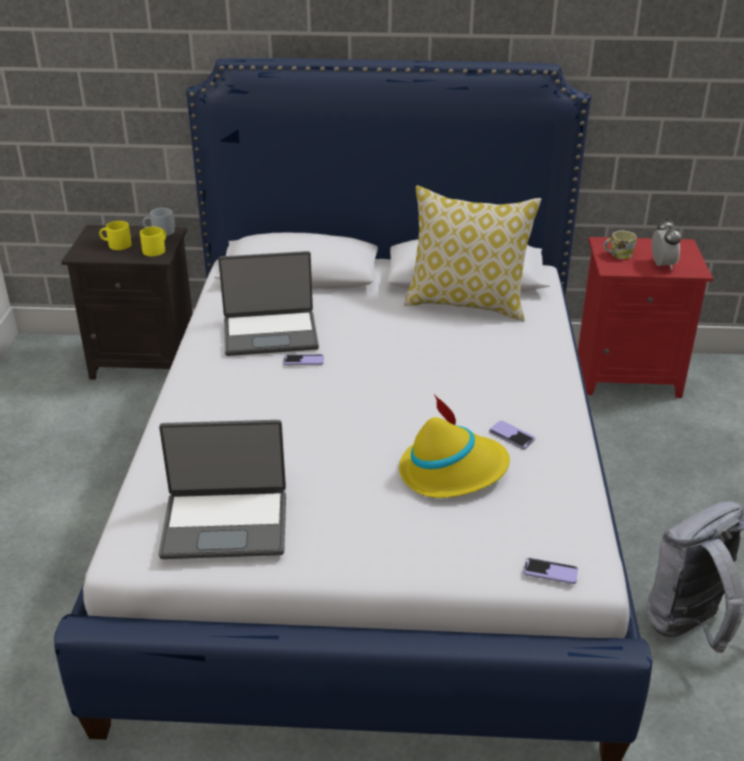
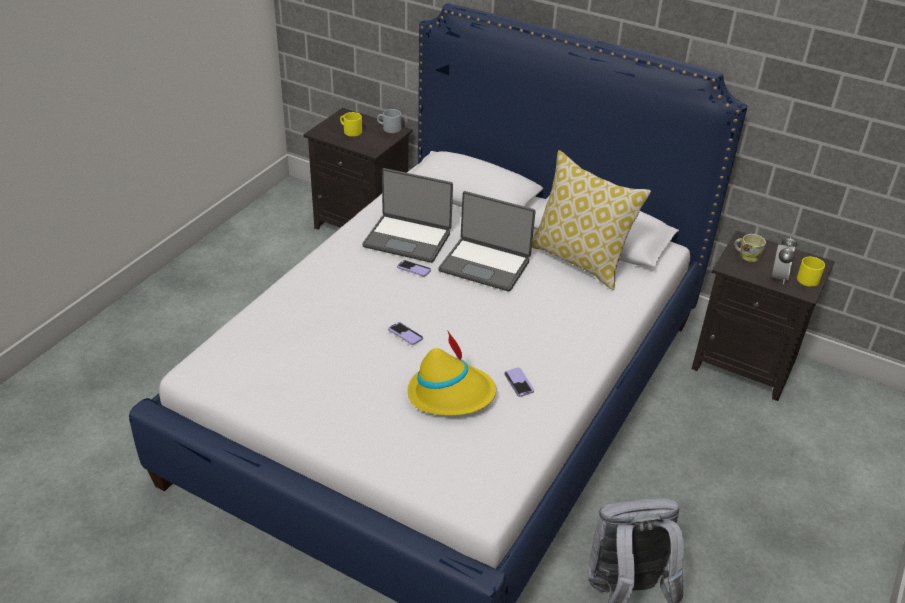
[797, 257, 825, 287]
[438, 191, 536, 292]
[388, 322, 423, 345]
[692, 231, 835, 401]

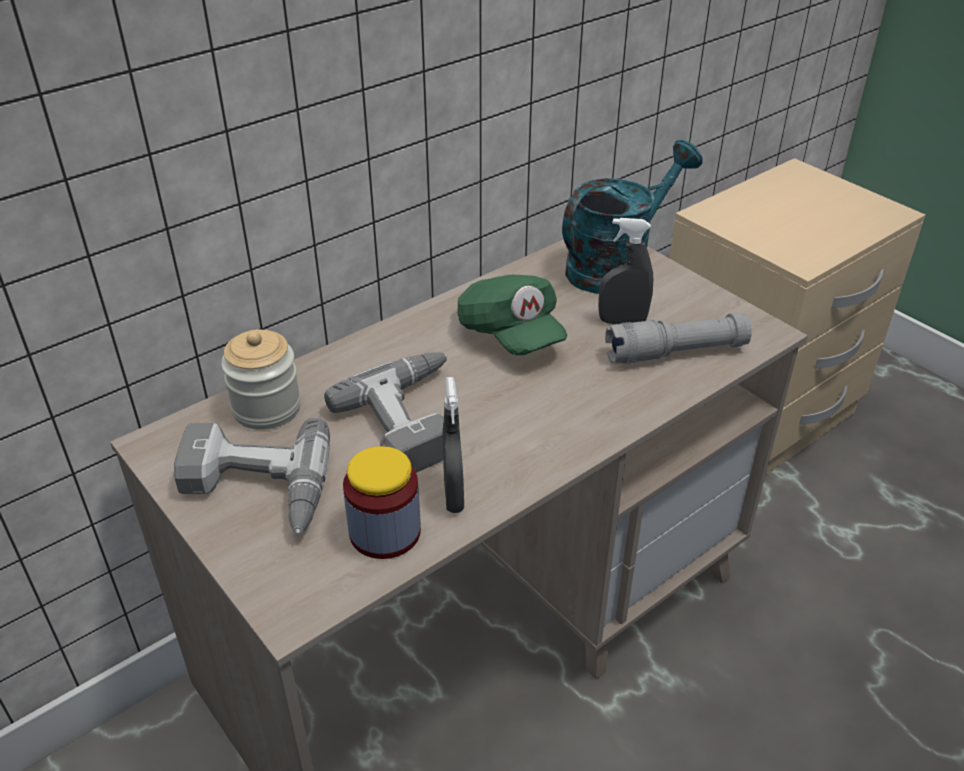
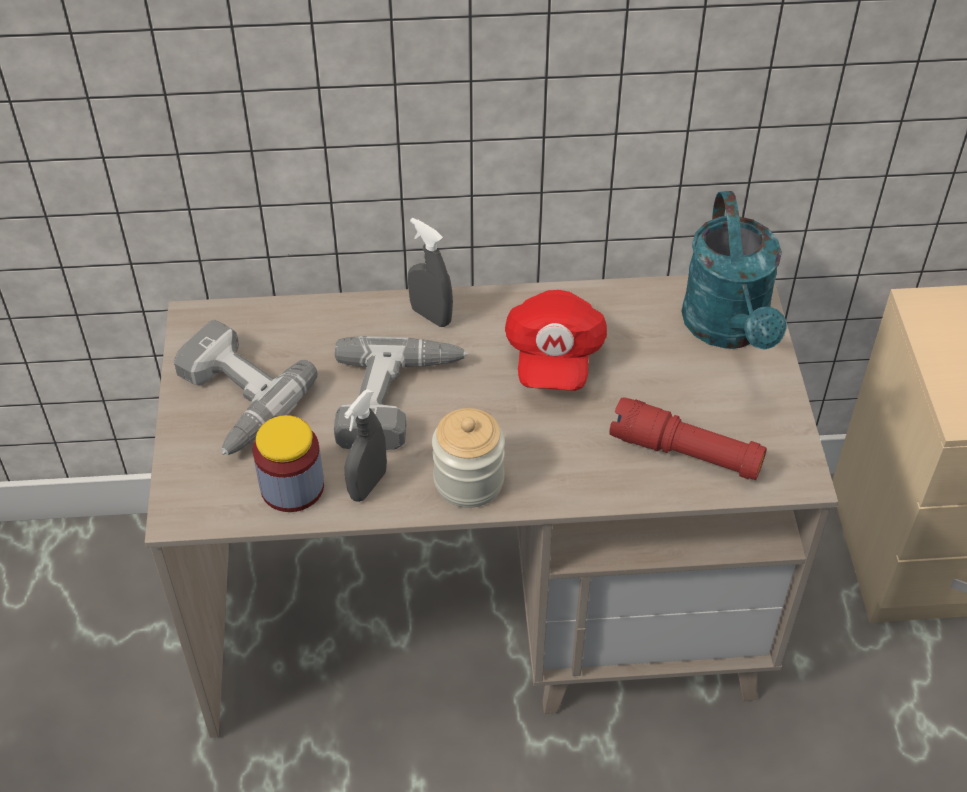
[432, 408, 505, 508]
[408, 217, 453, 327]
[505, 290, 607, 391]
[609, 397, 767, 480]
[681, 191, 787, 350]

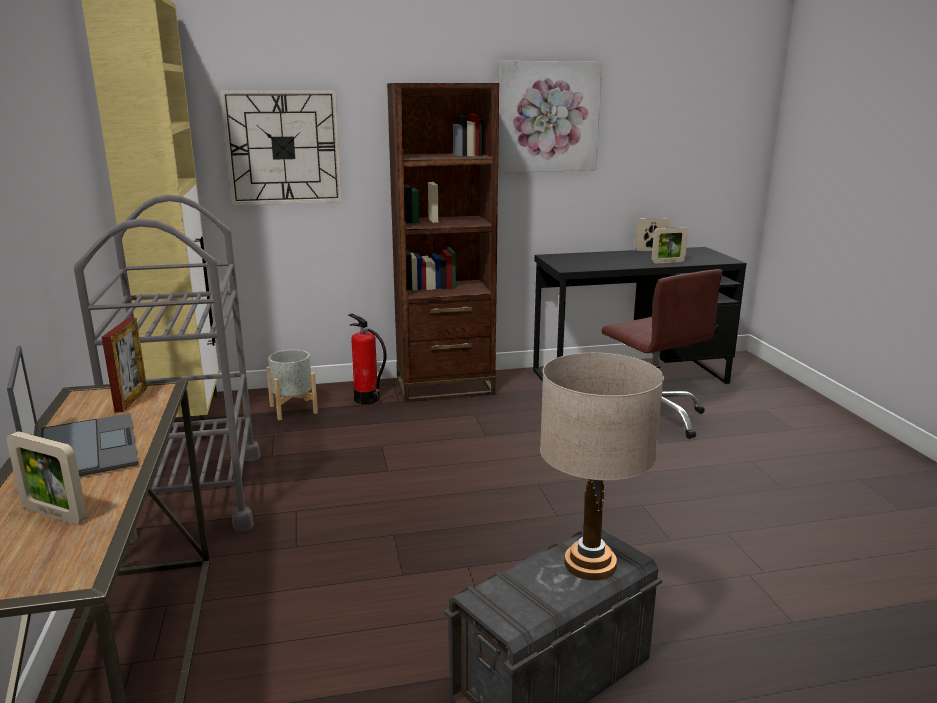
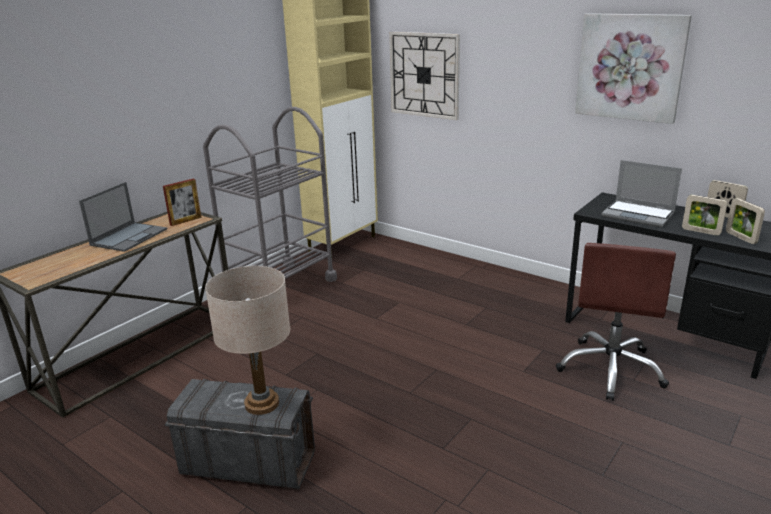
[266, 350, 318, 420] (first image)
[348, 314, 387, 405] (first image)
[387, 83, 499, 402] (first image)
[602, 160, 682, 227]
[726, 198, 765, 244]

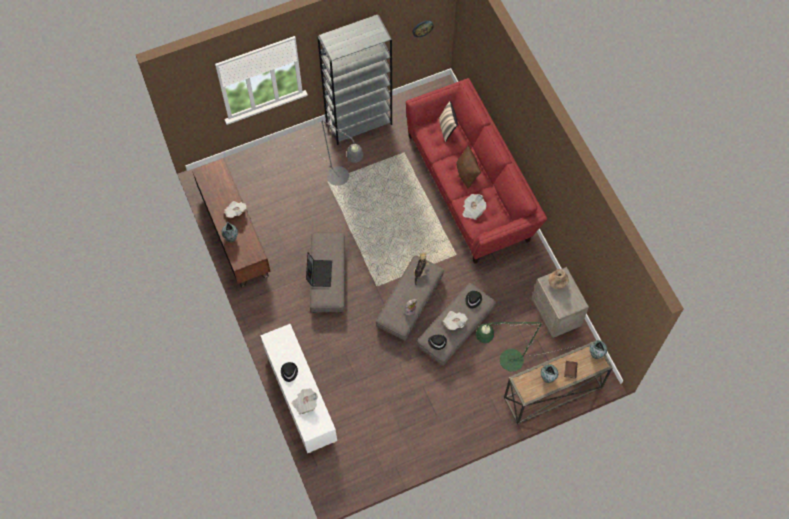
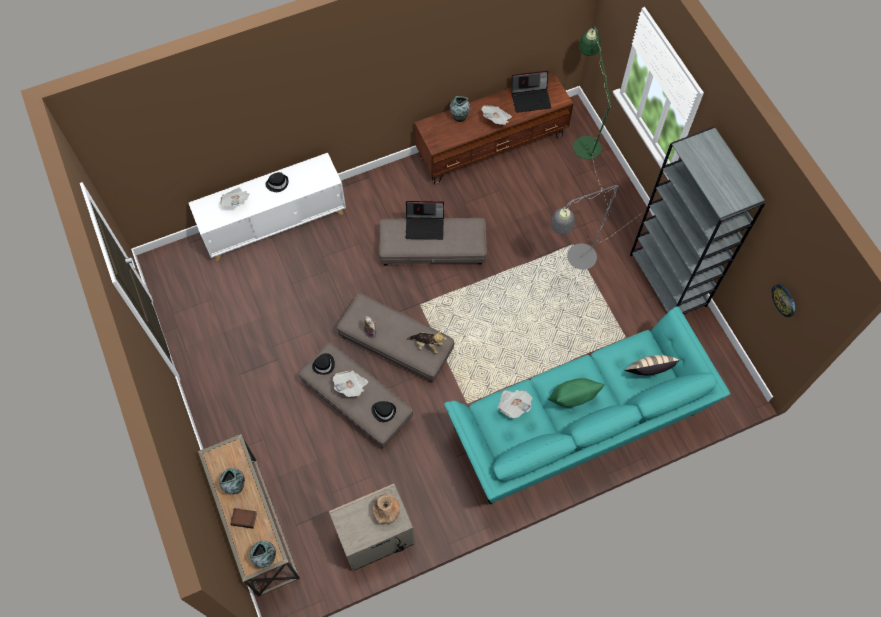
[511, 71, 551, 113]
[573, 26, 611, 211]
[444, 306, 730, 504]
[548, 378, 605, 407]

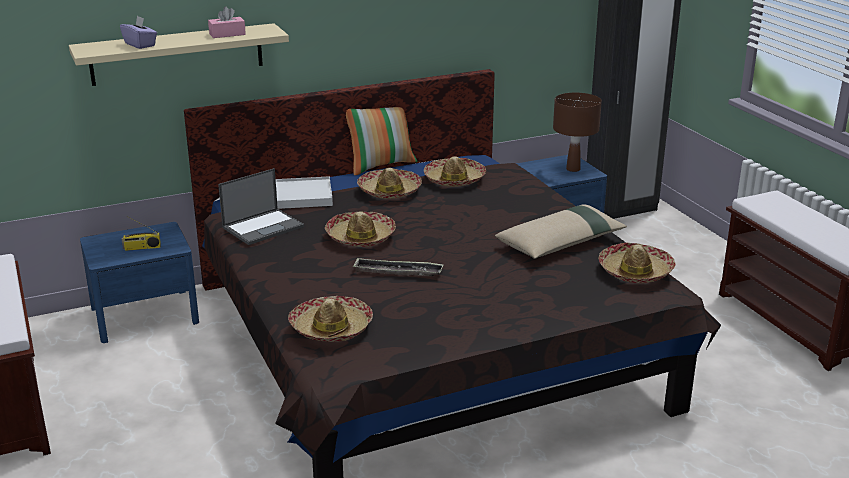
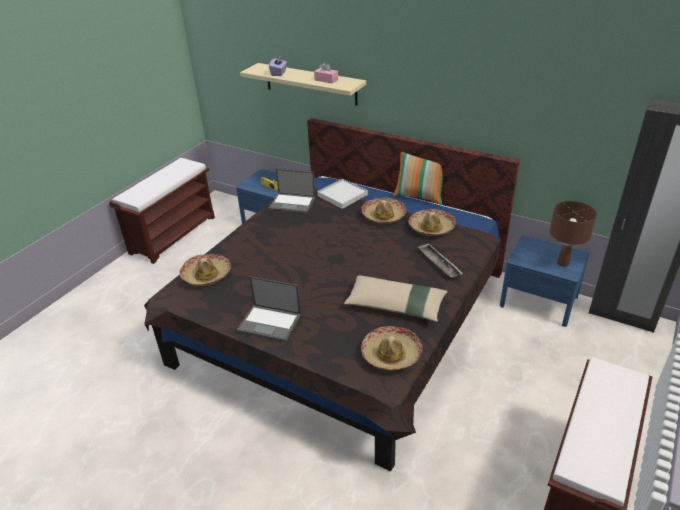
[325, 211, 396, 247] (first image)
[237, 277, 301, 342]
[418, 244, 463, 278]

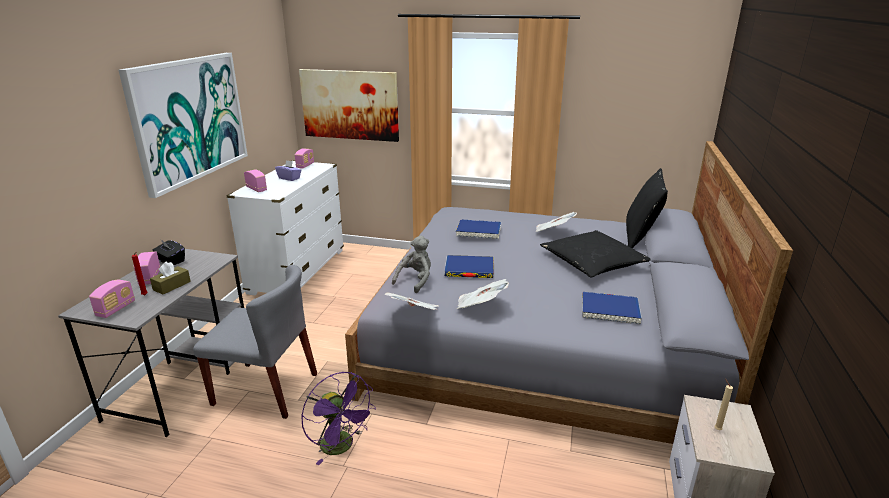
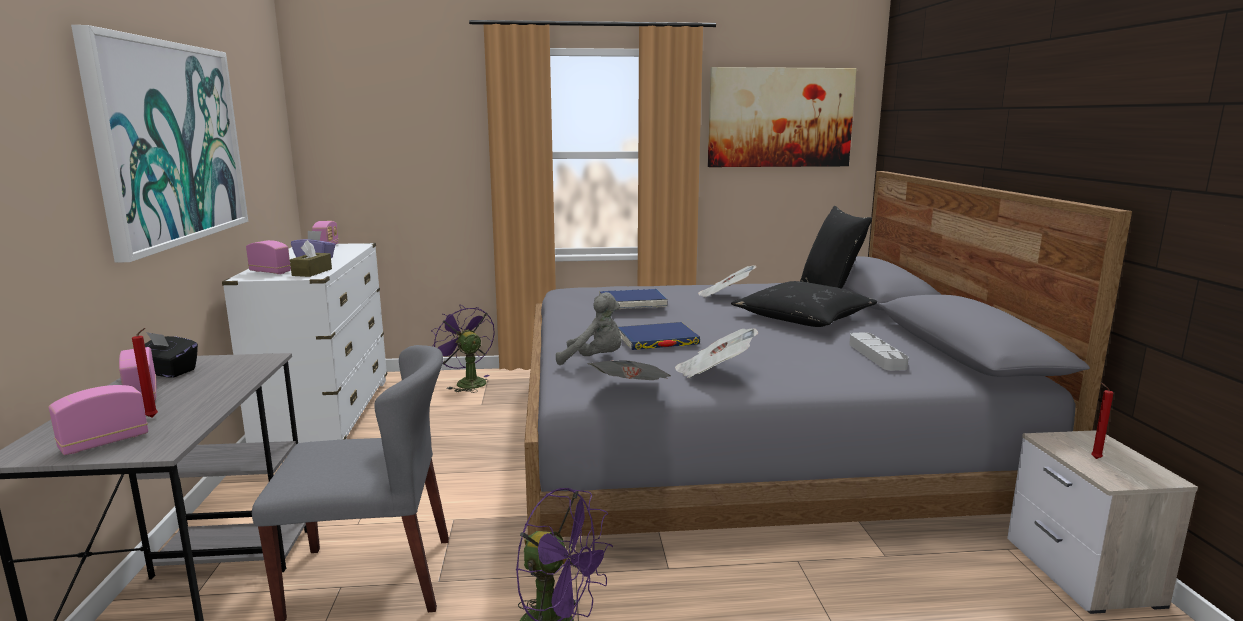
[431, 305, 495, 393]
[290, 240, 332, 277]
[708, 67, 857, 167]
[849, 332, 909, 371]
[1091, 382, 1113, 459]
[49, 385, 148, 455]
[556, 292, 622, 365]

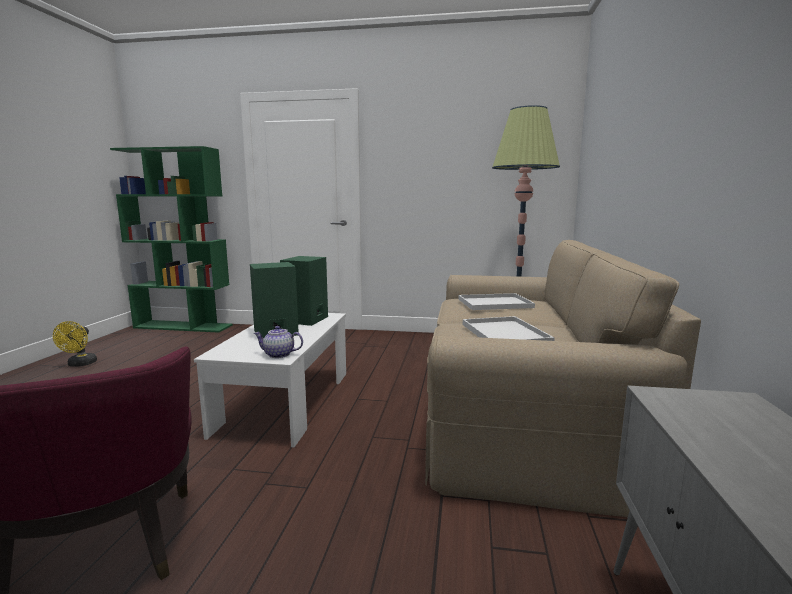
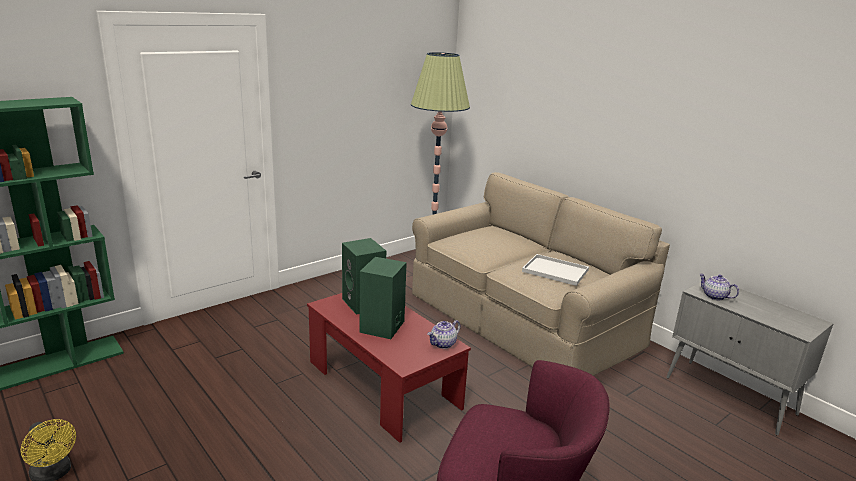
[458, 293, 535, 310] (first image)
[699, 273, 739, 300]
[307, 293, 471, 443]

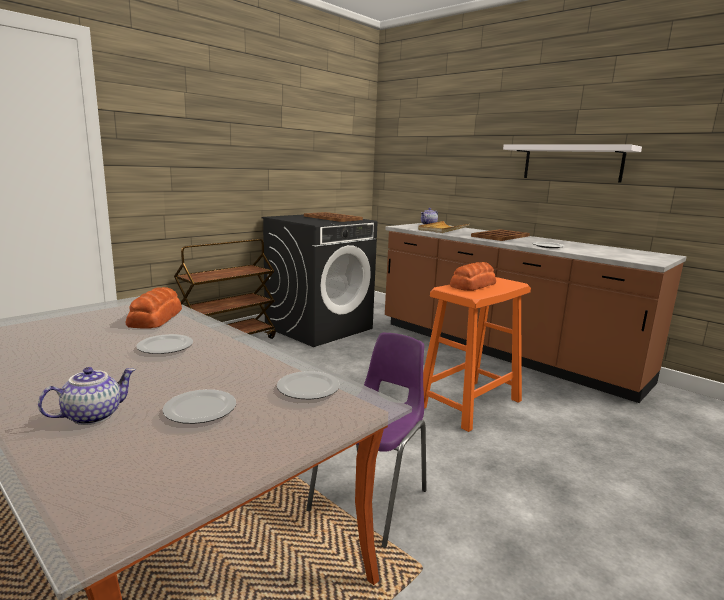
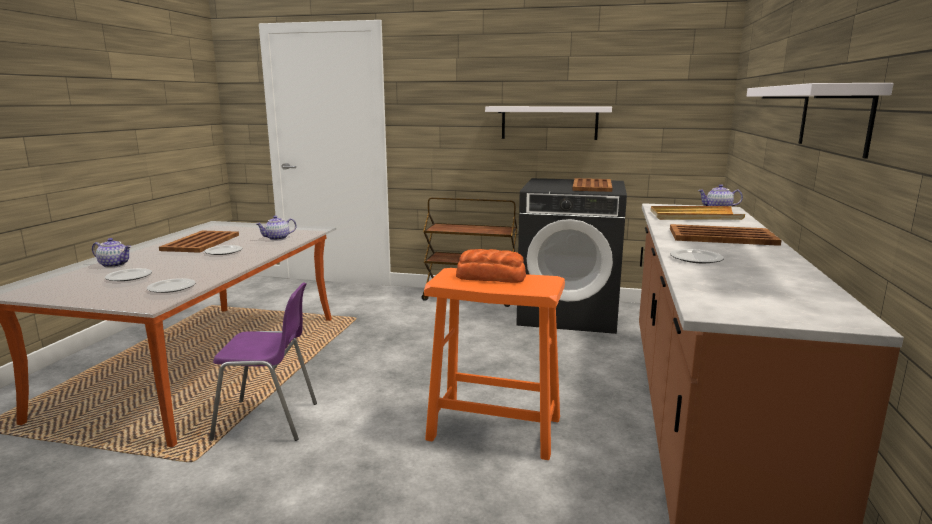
[159, 230, 239, 253]
[485, 106, 612, 140]
[256, 216, 297, 241]

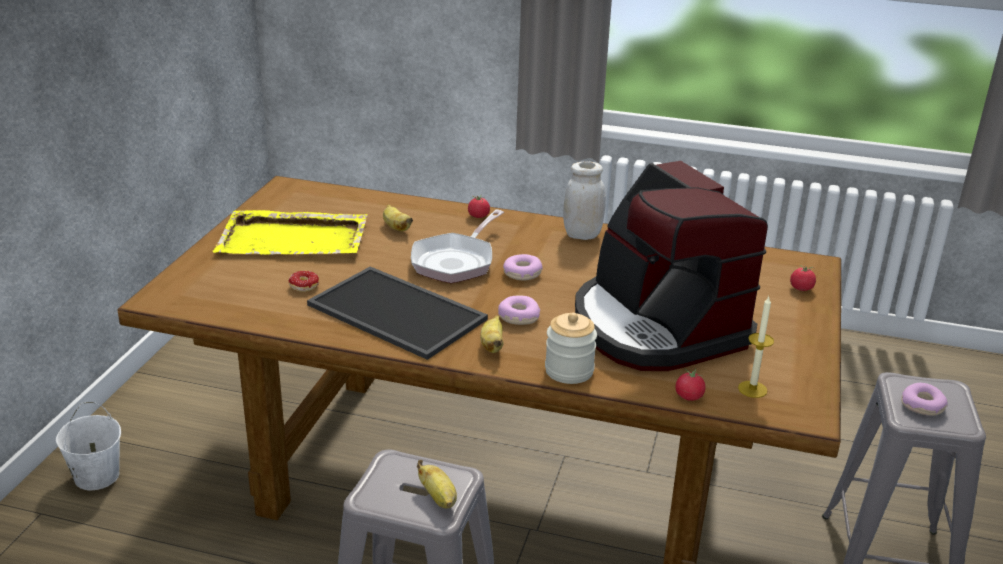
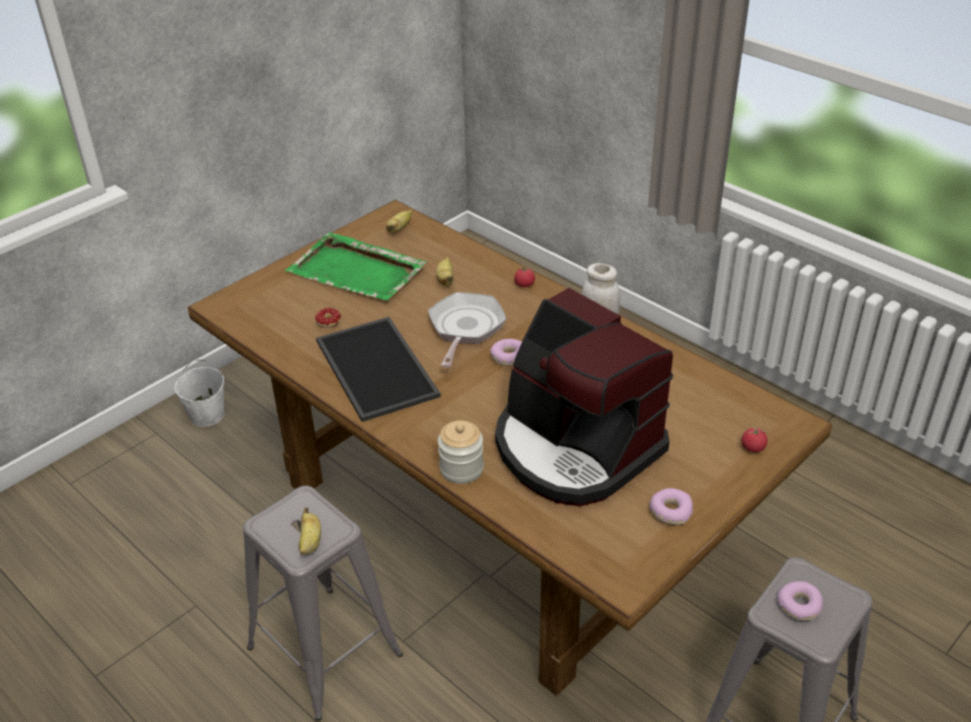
[676, 368, 705, 401] (first image)
[738, 297, 774, 398] (first image)
[386, 210, 413, 234]
[649, 488, 693, 525]
[285, 232, 427, 301]
[428, 292, 506, 367]
[495, 288, 673, 506]

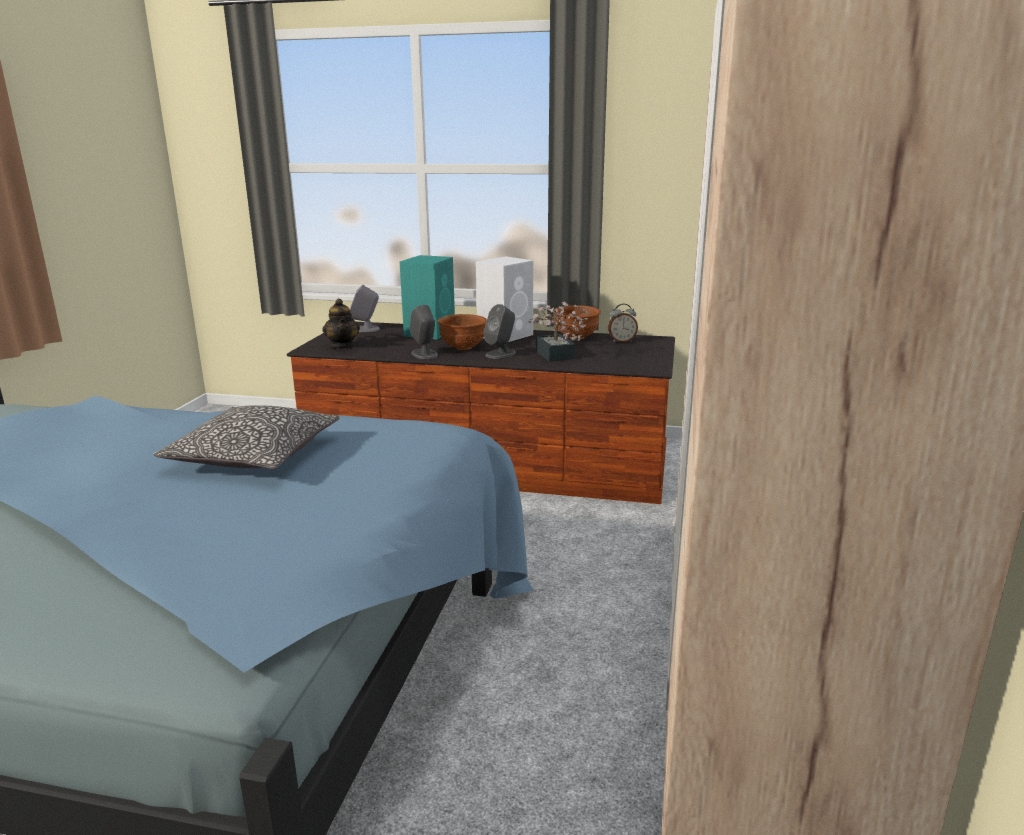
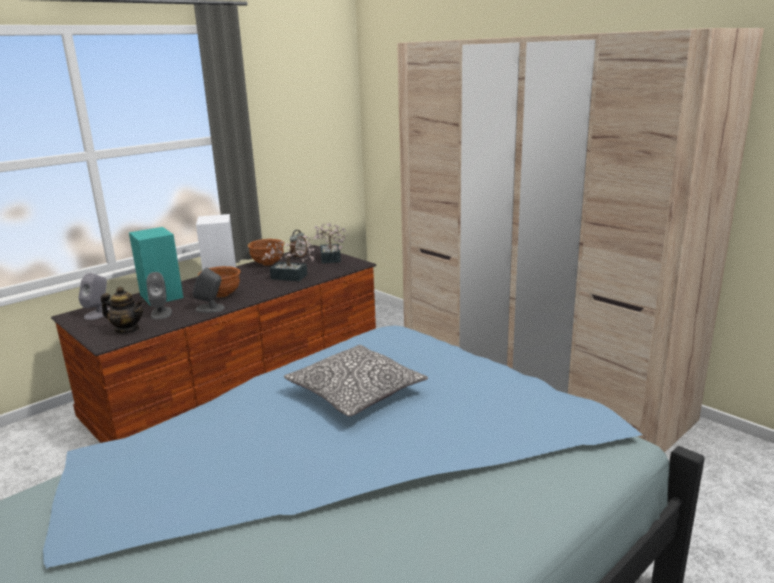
[314, 223, 348, 263]
[146, 272, 172, 319]

